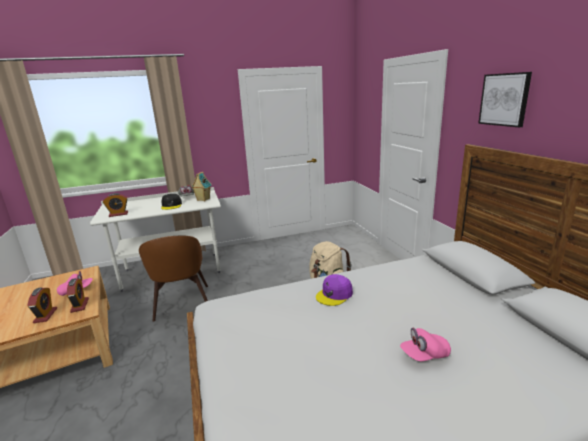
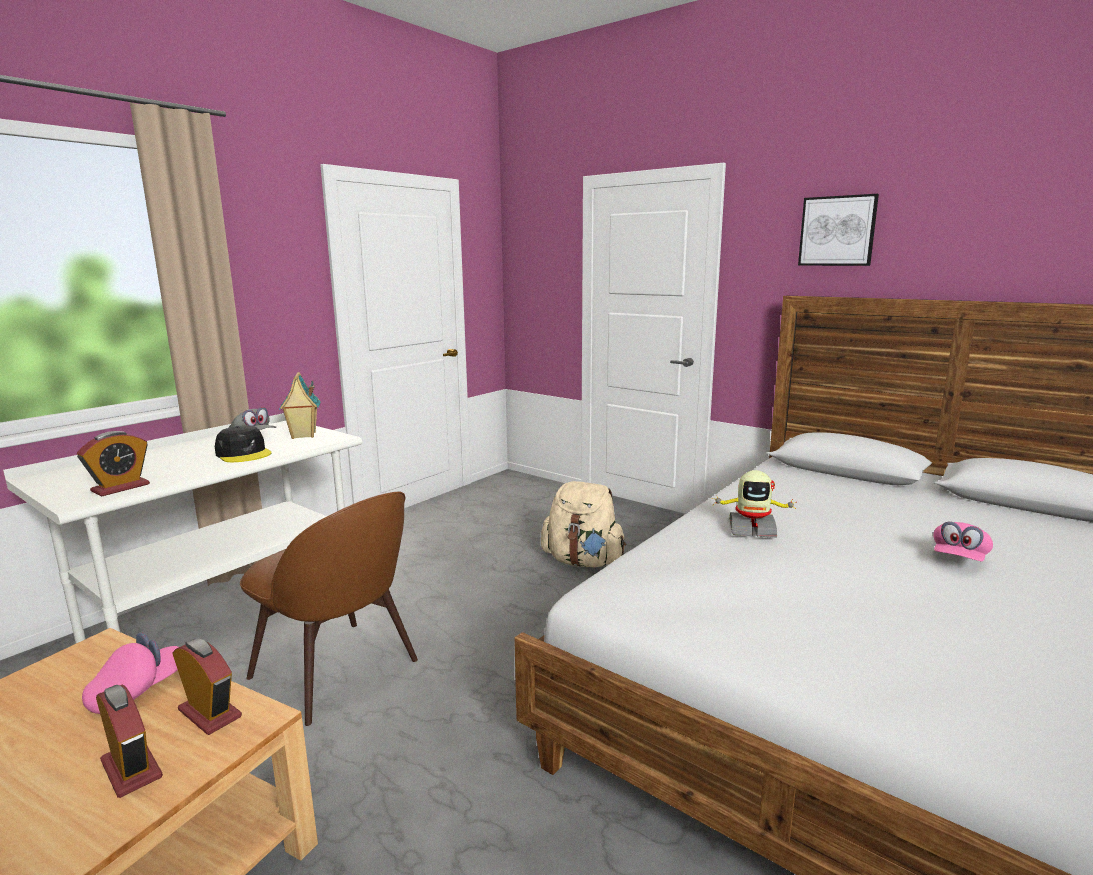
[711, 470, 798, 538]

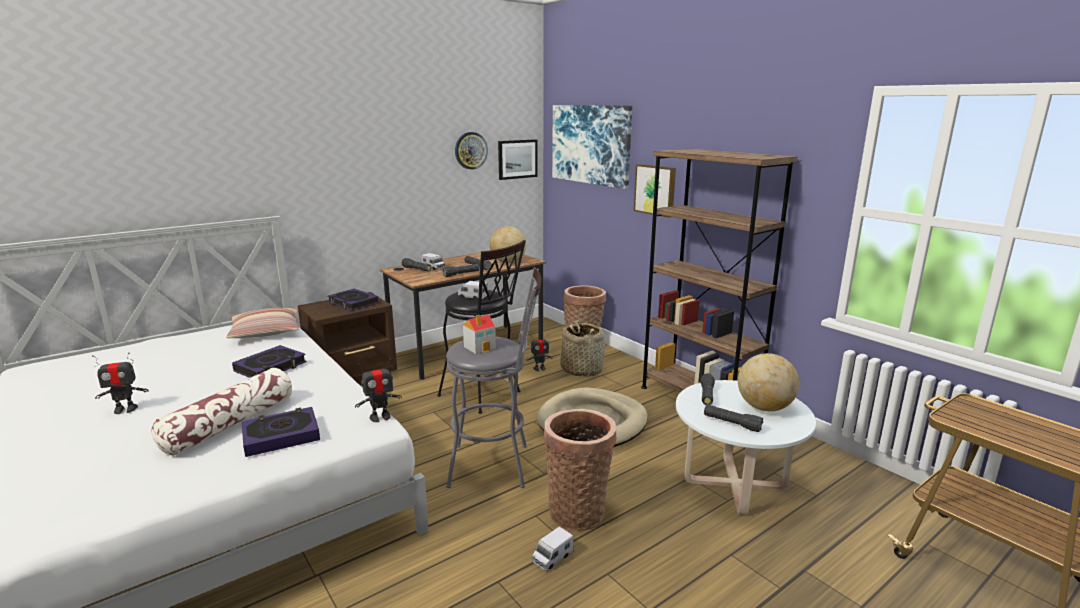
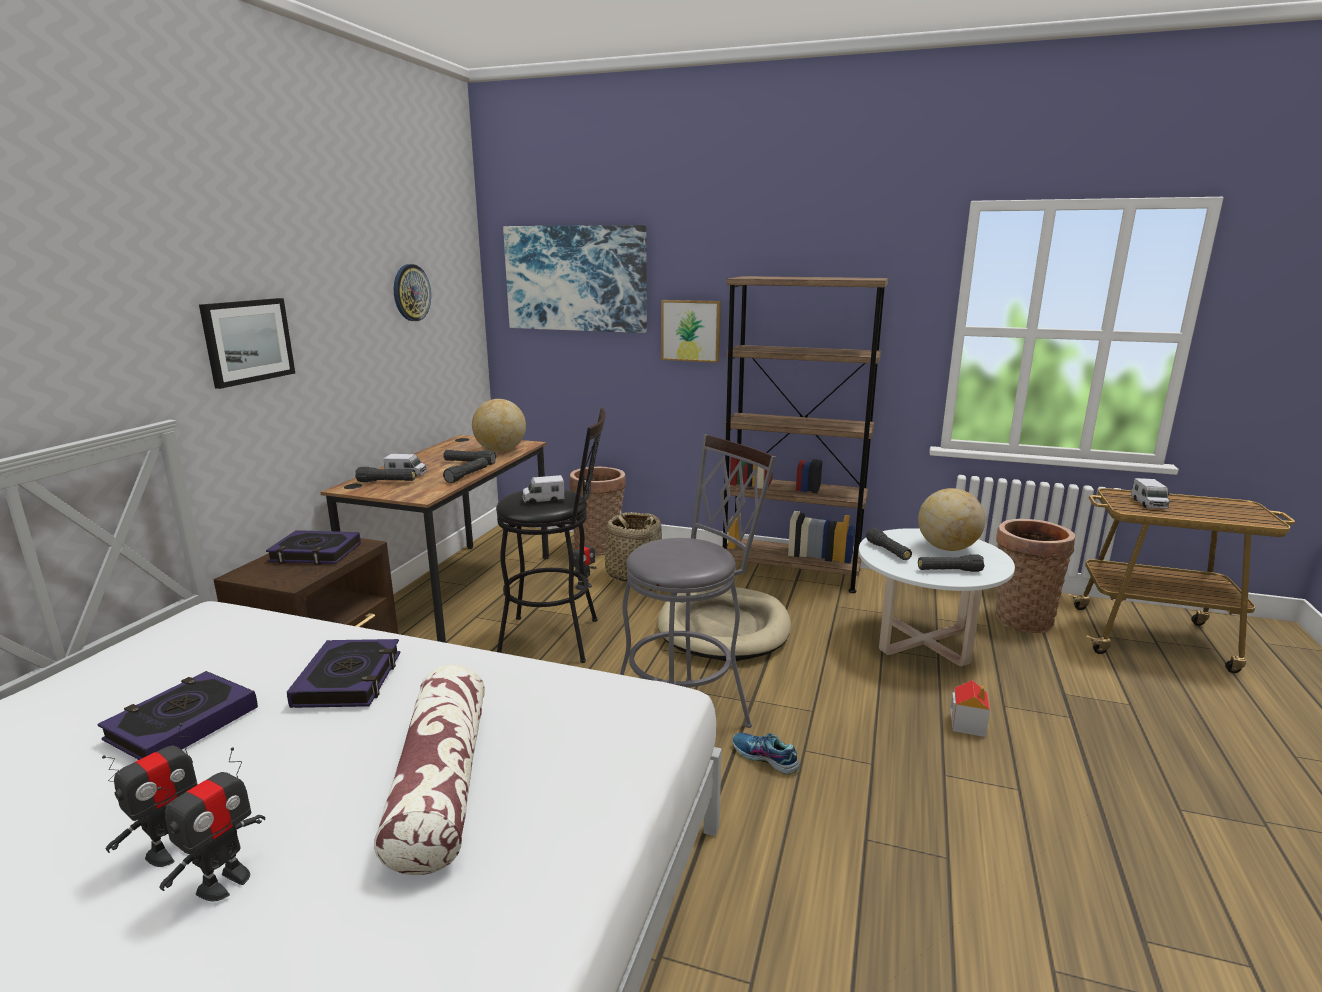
[226, 308, 299, 338] (first image)
[733, 733, 800, 775]
[98, 671, 258, 760]
[157, 747, 265, 902]
[950, 680, 990, 737]
[199, 298, 295, 389]
[1131, 478, 1170, 509]
[995, 519, 1075, 633]

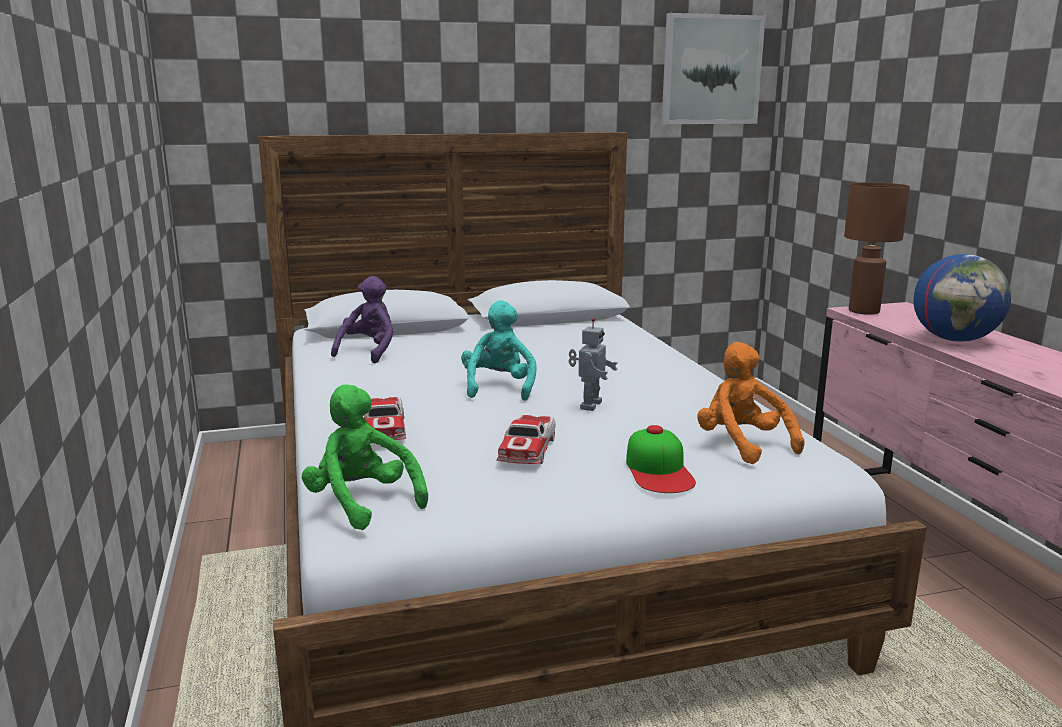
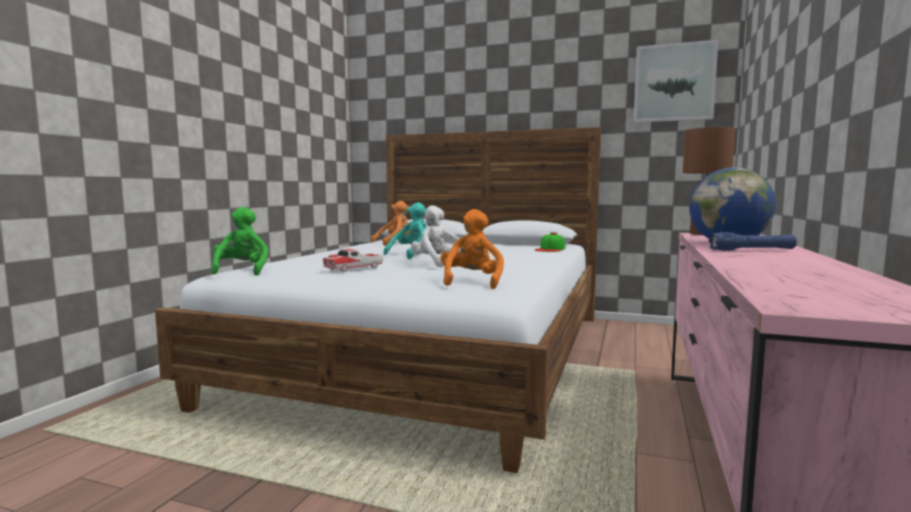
[364, 397, 406, 440] (first image)
[708, 232, 797, 251]
[535, 232, 565, 252]
[411, 205, 462, 267]
[371, 201, 409, 246]

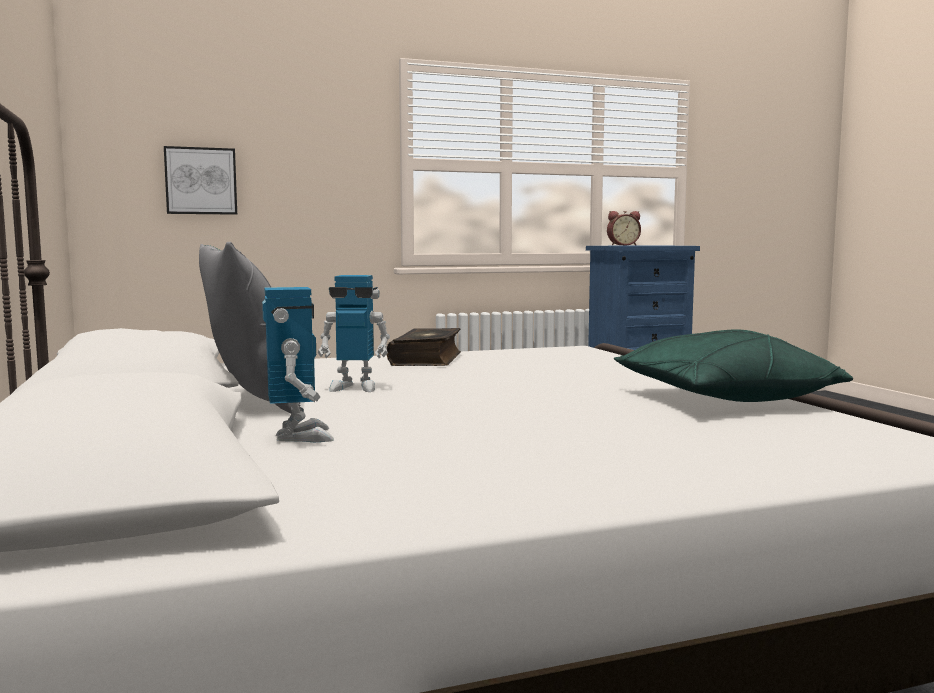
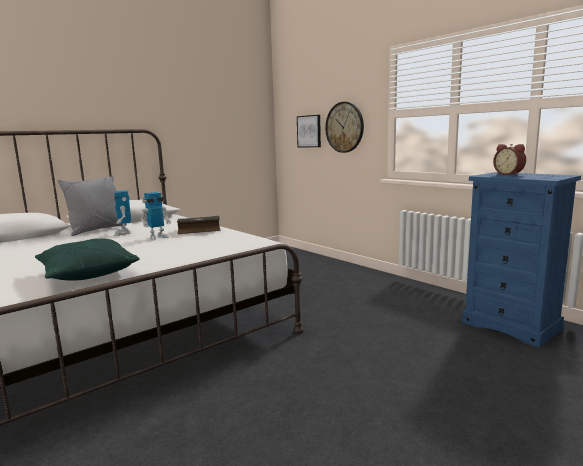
[325, 102, 364, 153]
[141, 192, 171, 241]

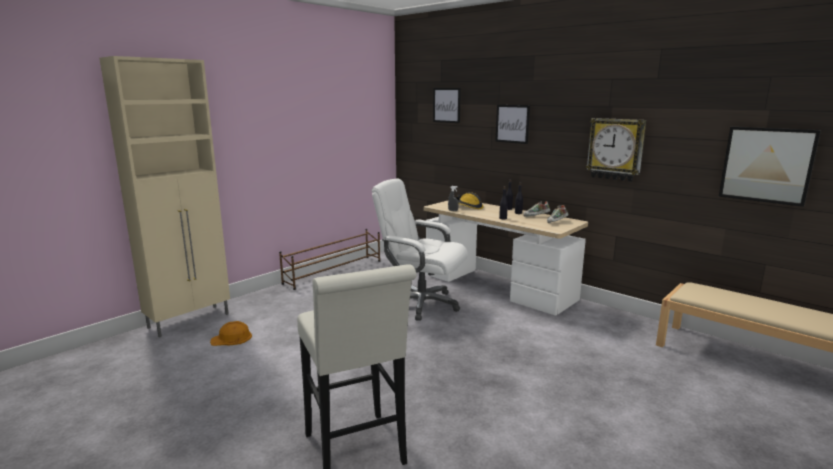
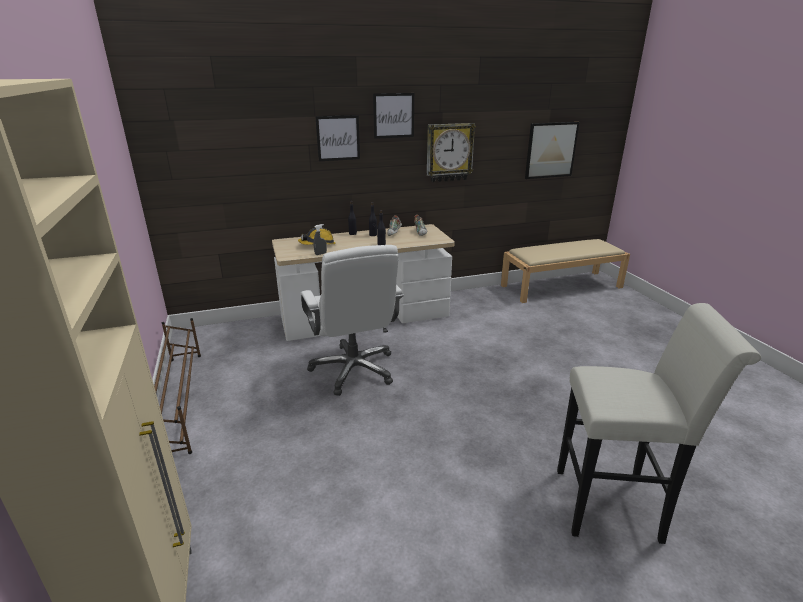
[210, 321, 252, 346] (first image)
[373, 93, 414, 139]
[300, 245, 404, 396]

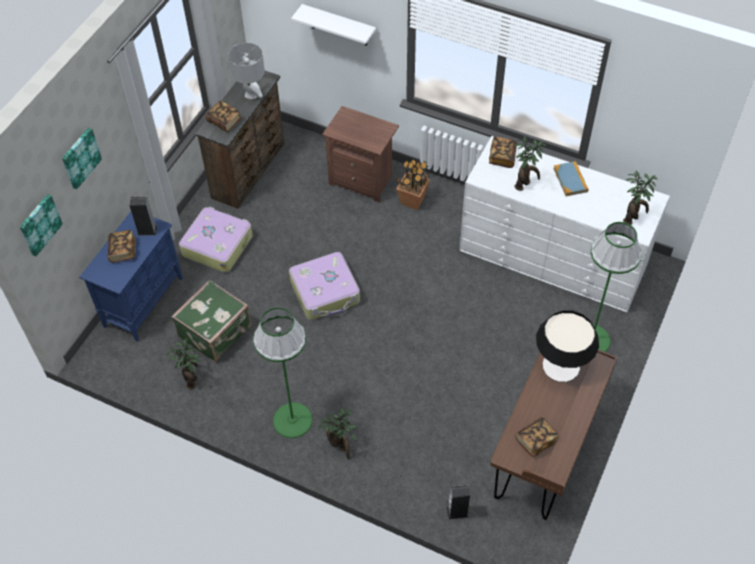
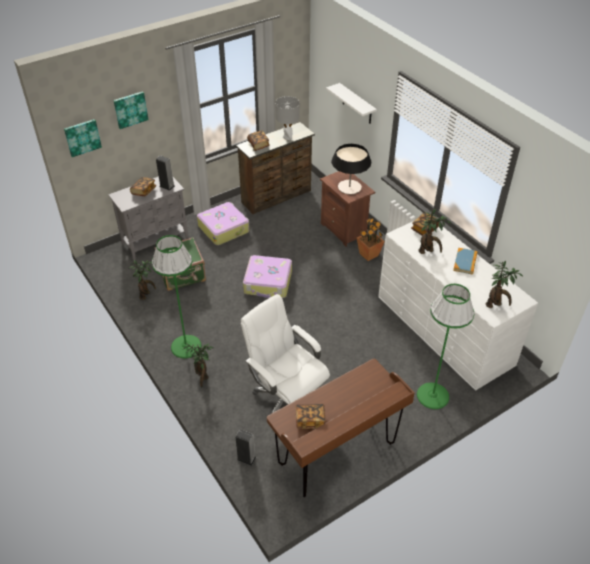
[241, 294, 330, 414]
[331, 144, 371, 195]
[108, 176, 189, 260]

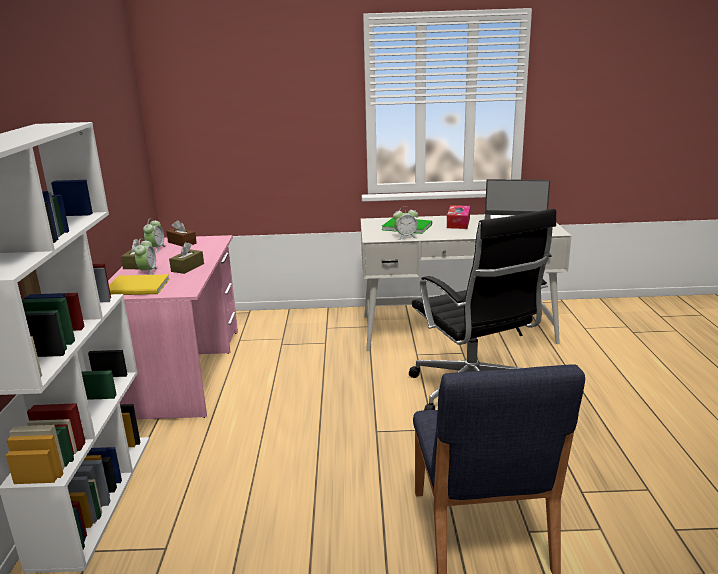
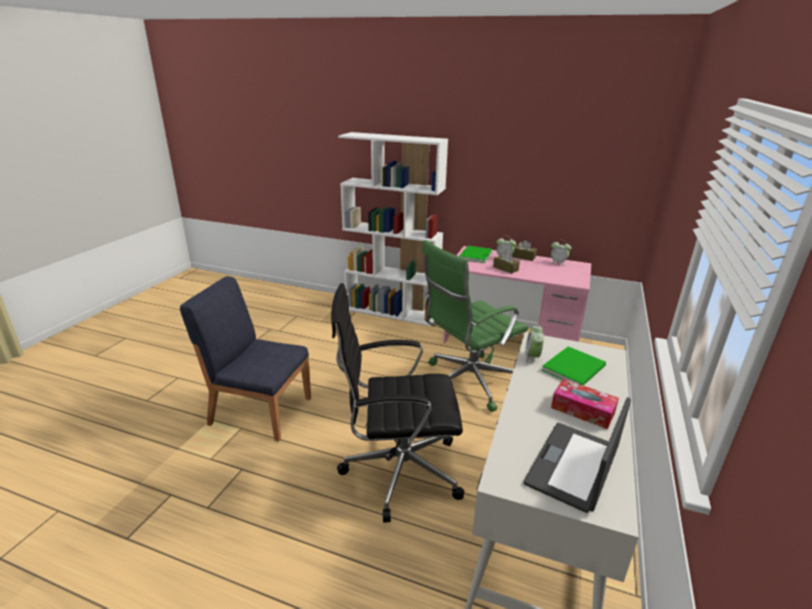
[166, 220, 197, 247] (first image)
[422, 240, 528, 412]
[459, 246, 492, 263]

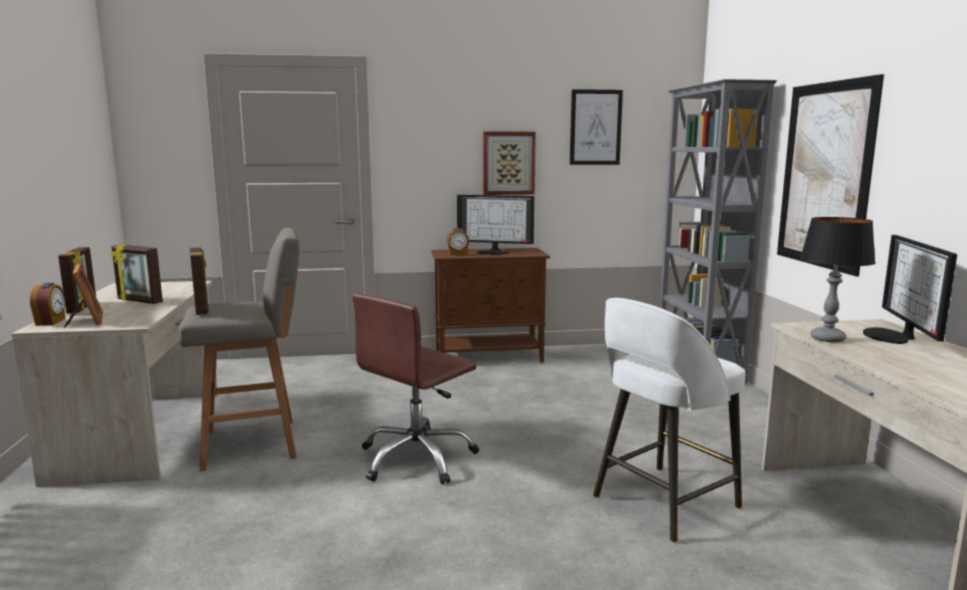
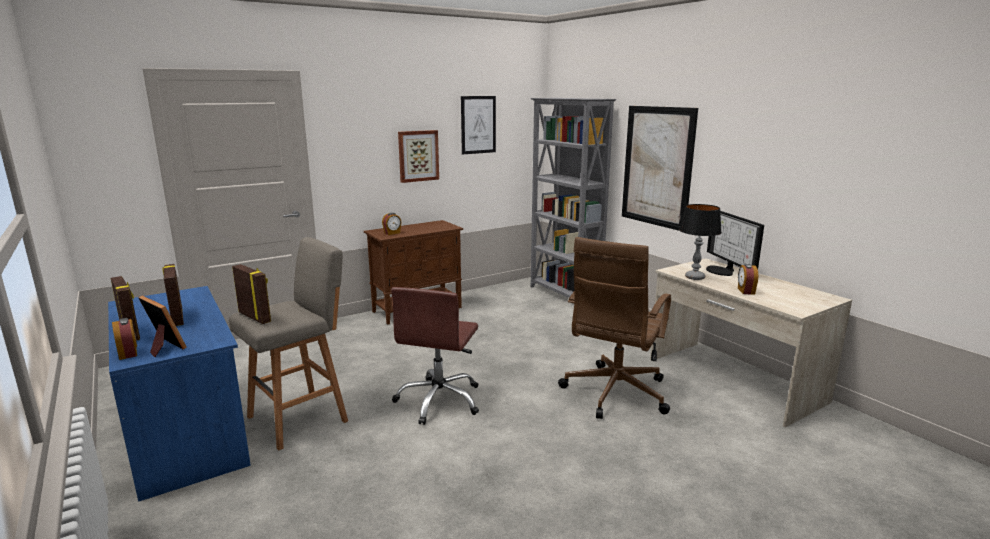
[457, 195, 534, 255] (first image)
[738, 264, 758, 295]
[558, 237, 671, 419]
[108, 286, 251, 502]
[162, 264, 184, 326]

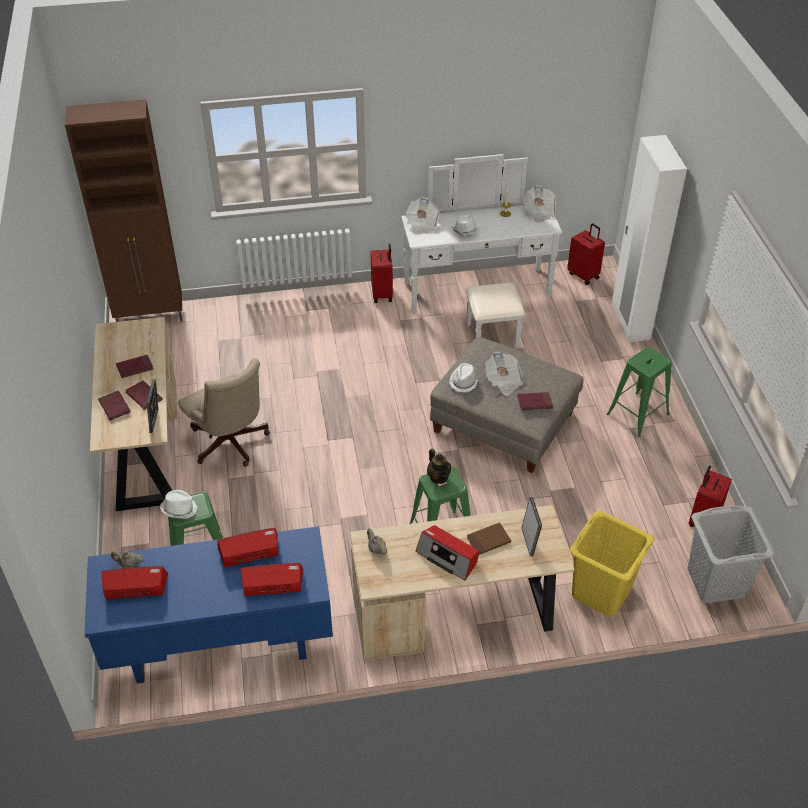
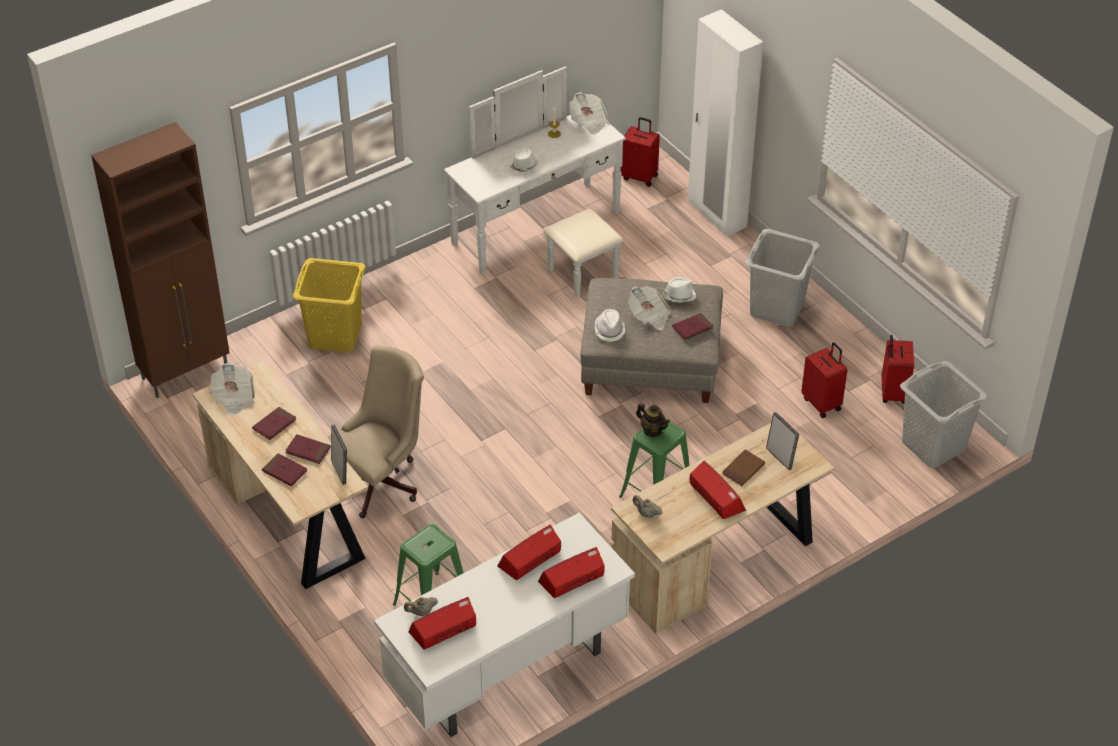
[663, 277, 696, 303]
[801, 342, 847, 418]
[210, 363, 255, 416]
[293, 258, 365, 352]
[745, 229, 820, 327]
[374, 513, 635, 737]
[327, 345, 424, 518]
[689, 461, 746, 519]

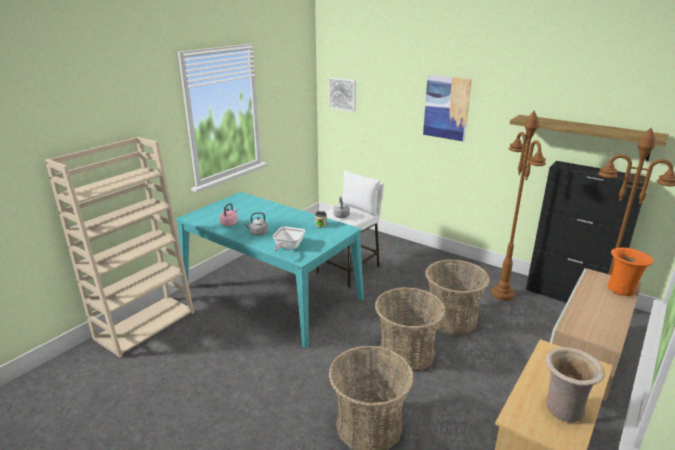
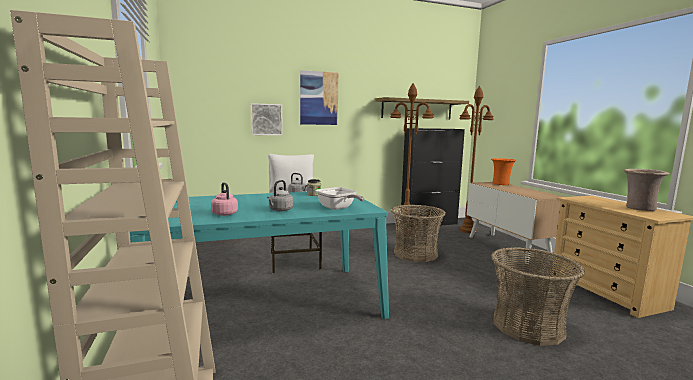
[375, 287, 446, 372] (first image)
[250, 103, 283, 135]

